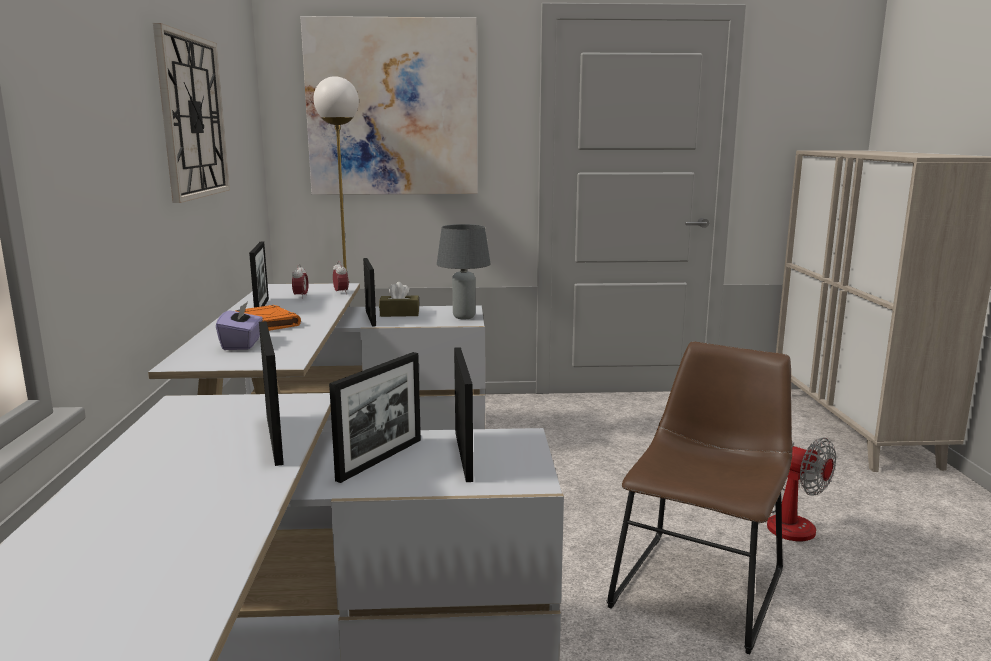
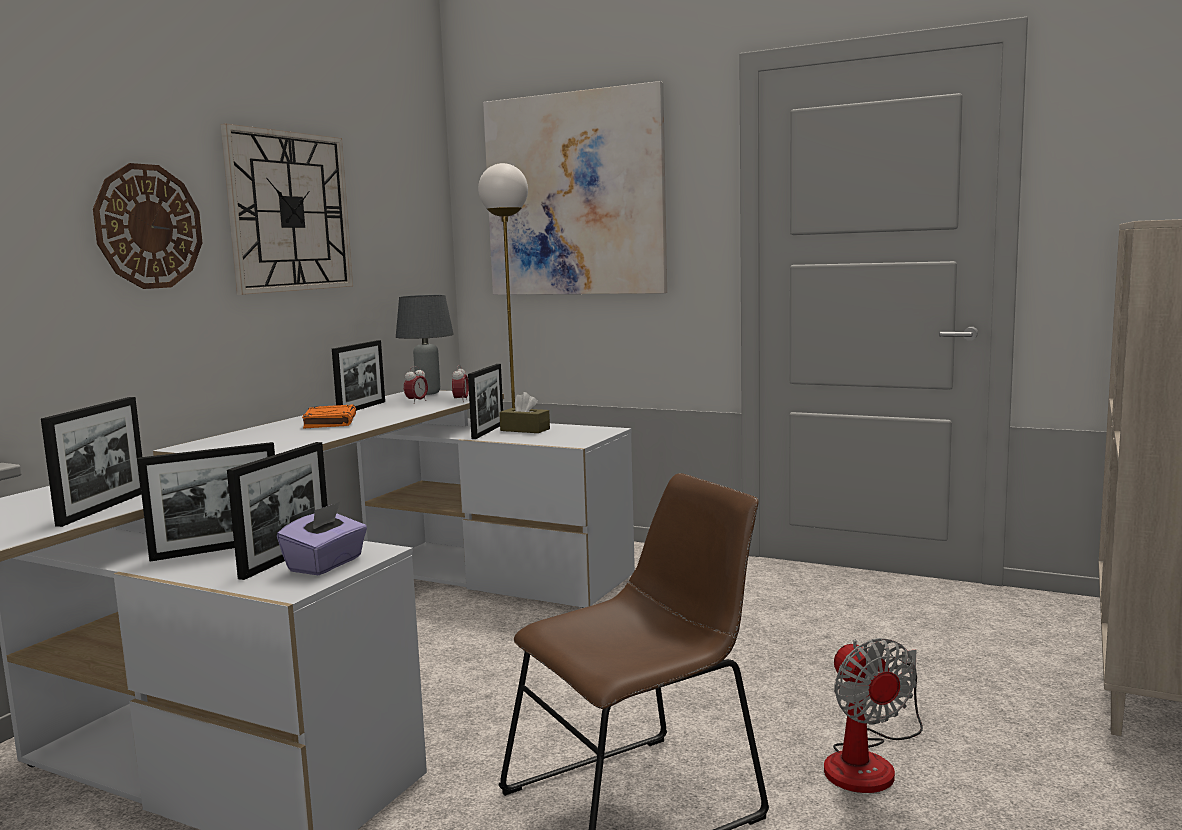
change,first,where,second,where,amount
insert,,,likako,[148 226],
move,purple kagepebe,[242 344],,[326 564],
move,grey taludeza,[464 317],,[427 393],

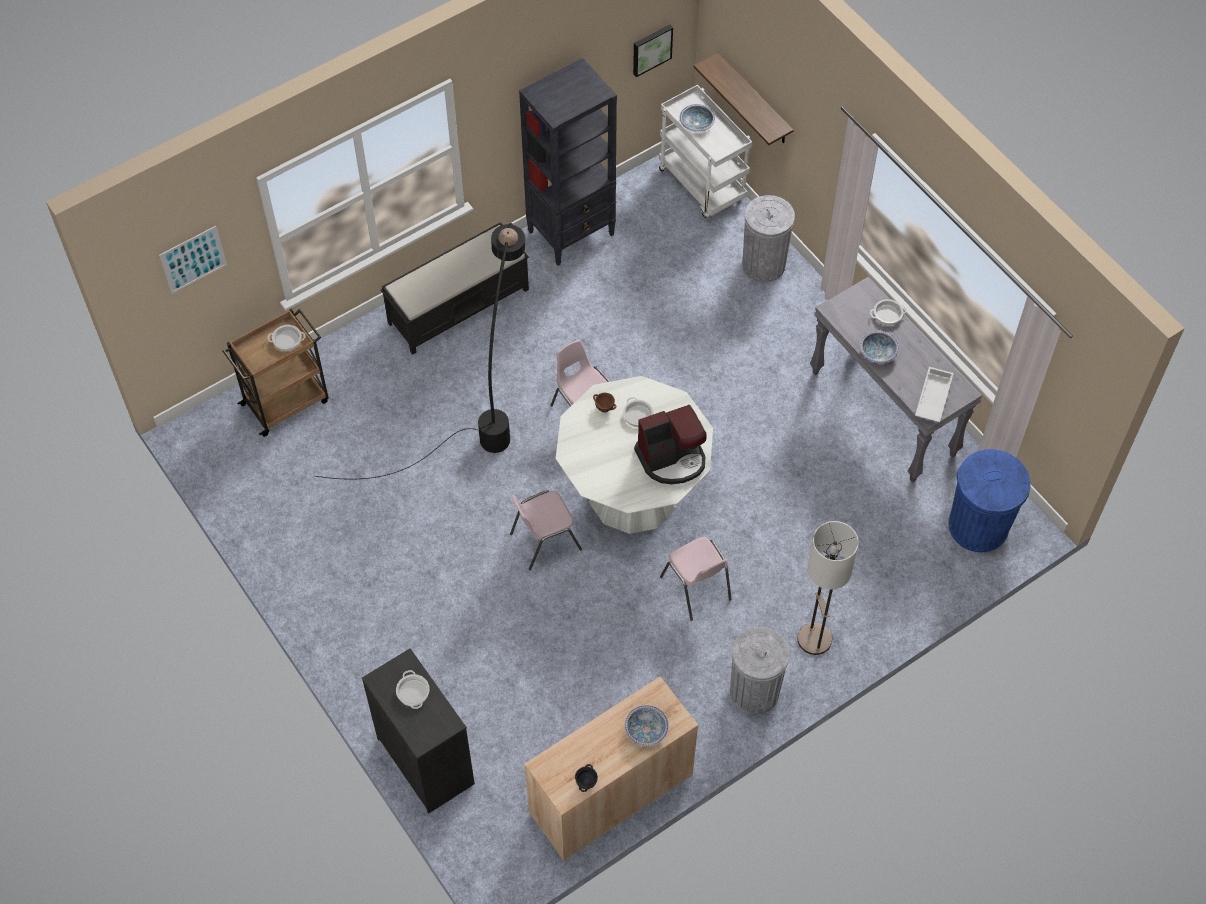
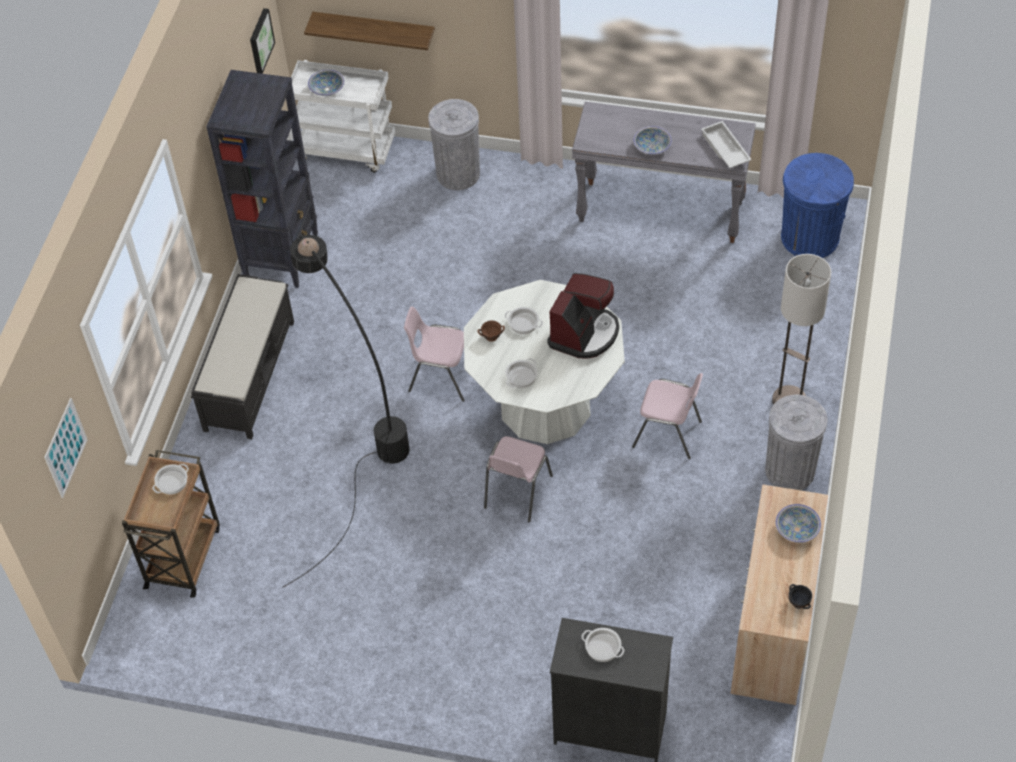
change,first,where,second,where,amount
move,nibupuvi,[887 314],,[521 376],

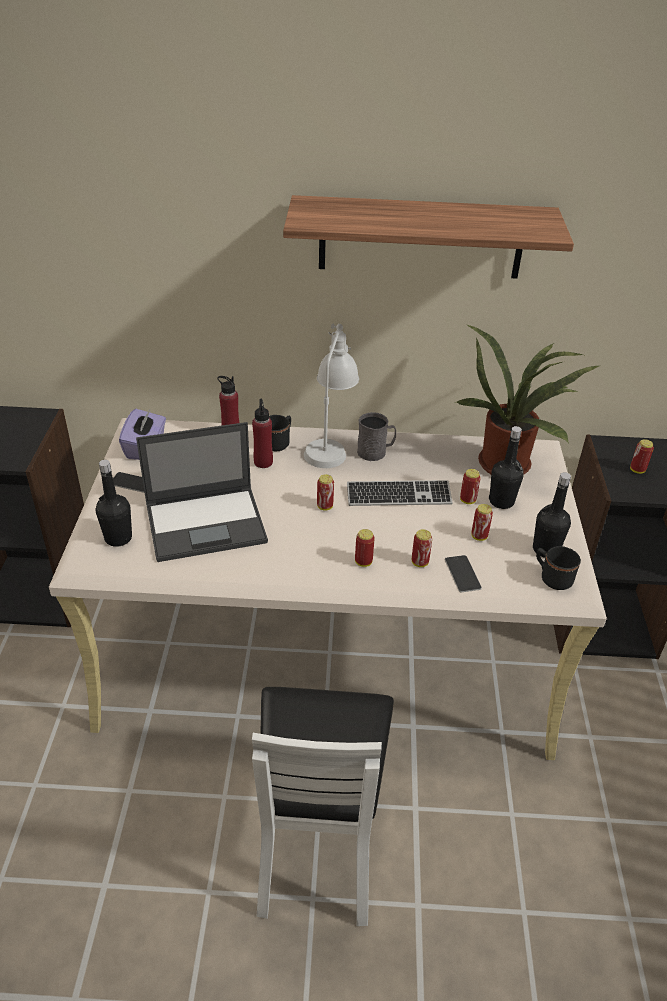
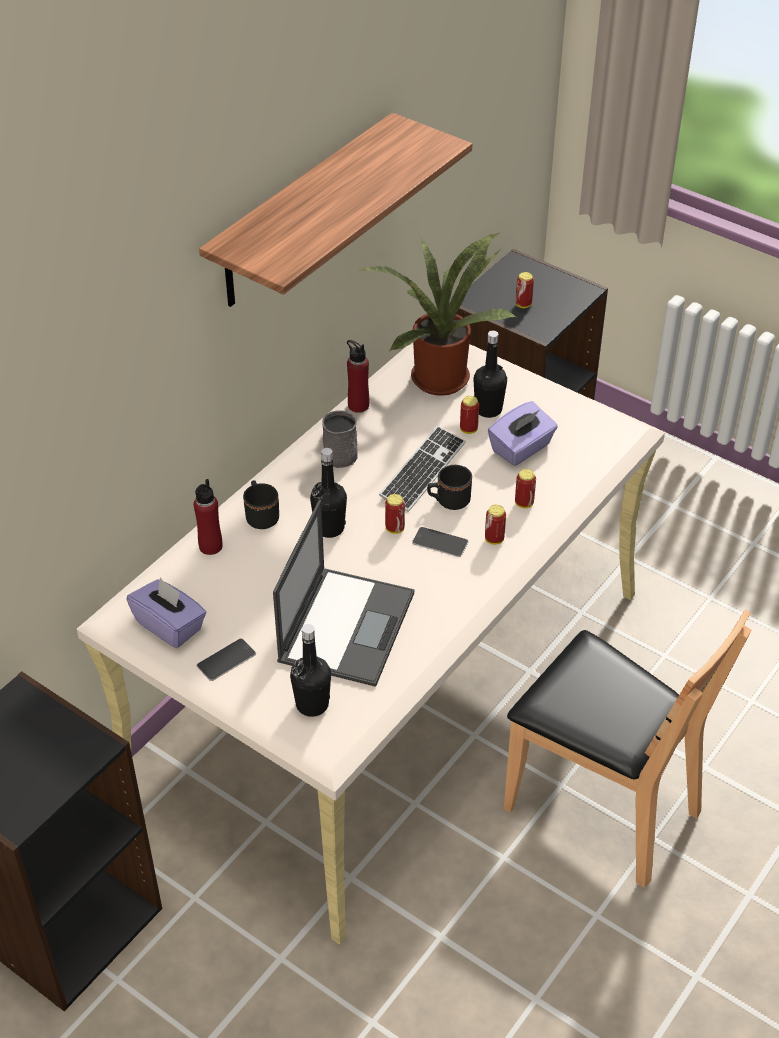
change,first,where,second,where,amount
delete,white taludeza,[329 444],,,
move,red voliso,[263 462],,[358 405],
move,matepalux,[462 574],,[440 542],
move,black voliso,[545 549],,[329 528],
move,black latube,[552 578],,[448 501],
replace,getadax,[479 536],purple kagepebe,[521 448],
recolor,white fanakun,[318 842],brown fanakun,[601 806],

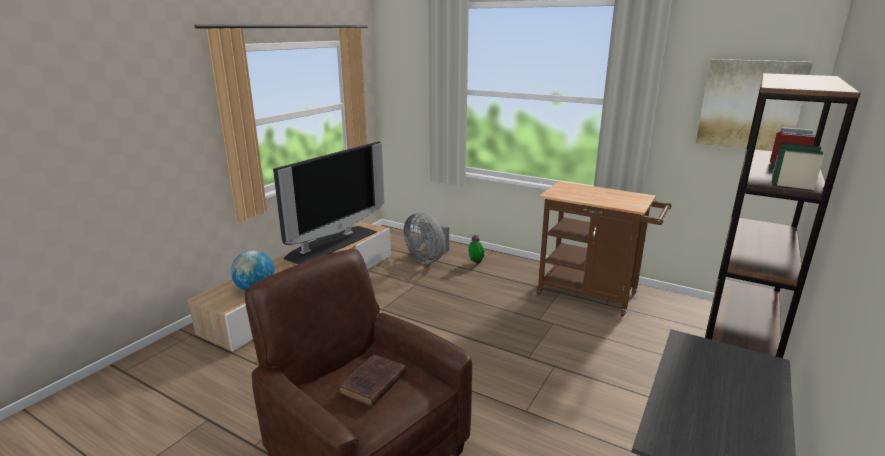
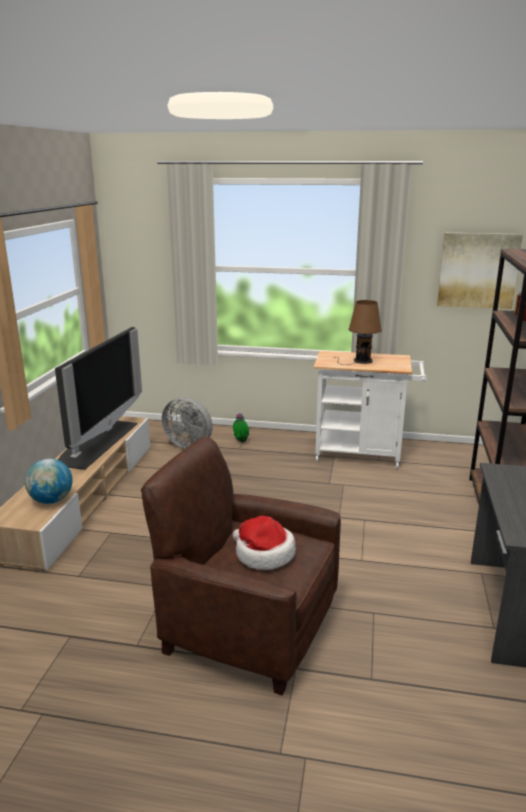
change,first,where,second,where,amount
insert,,,brown taludeza,[360 361],
replace,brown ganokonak,[372 384],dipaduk,[263 554],
recolor,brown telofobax,[593 295],white telofobax,[364 454],

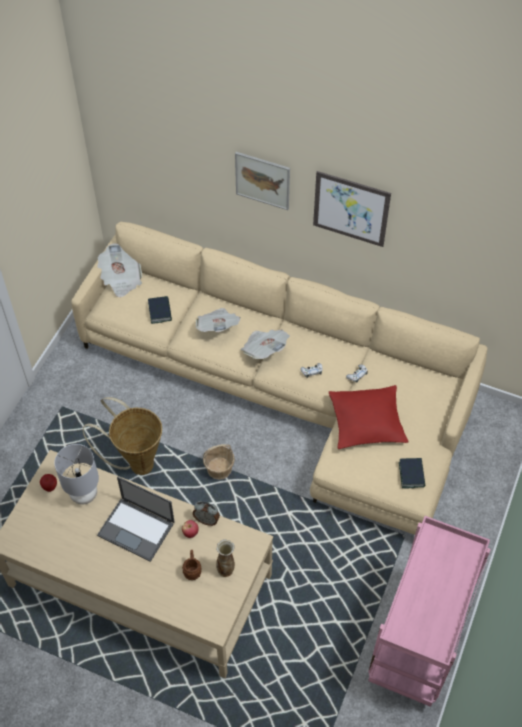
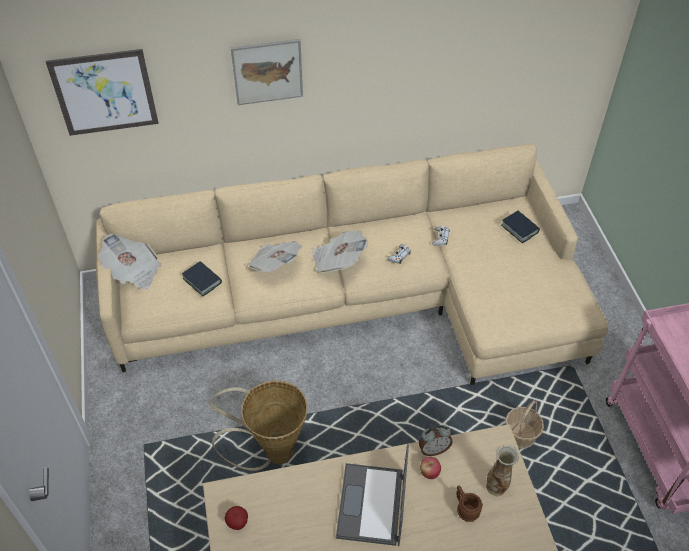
change,first,where,second,where,amount
delete,grey taludeza,[84 494],,,
delete,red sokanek,[366 422],,,
move,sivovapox,[219 468],,[521 435],
move,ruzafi,[351 209],,[104 92],
move,ganokonak,[411 474],,[519 229],
rotate,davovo,[137 529],,[372 505],105 degrees clockwise

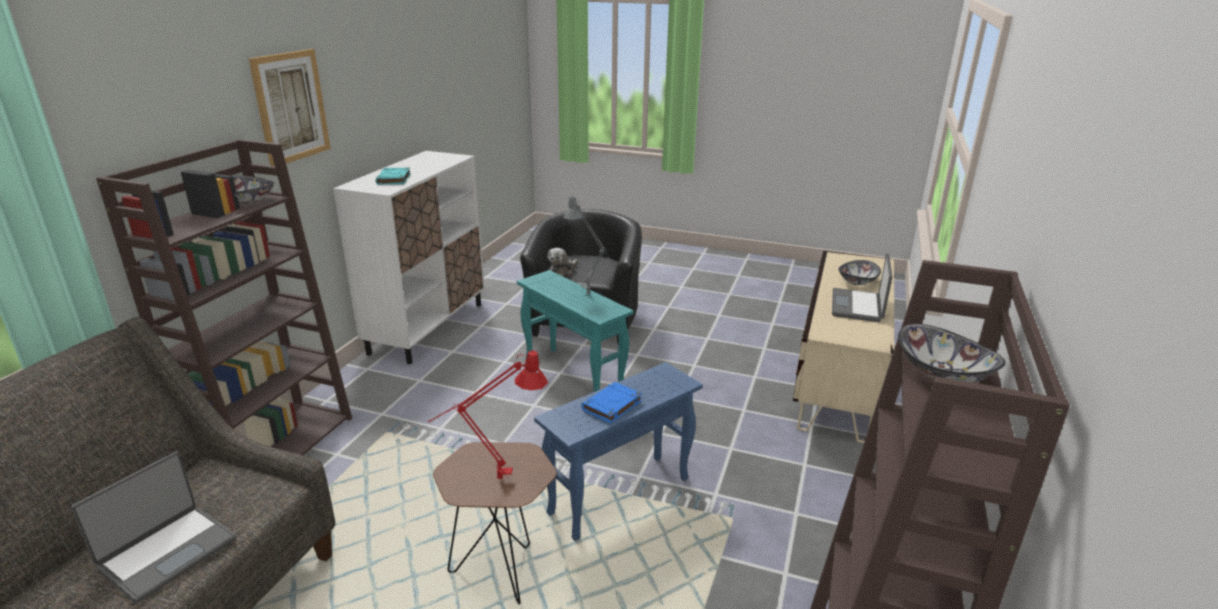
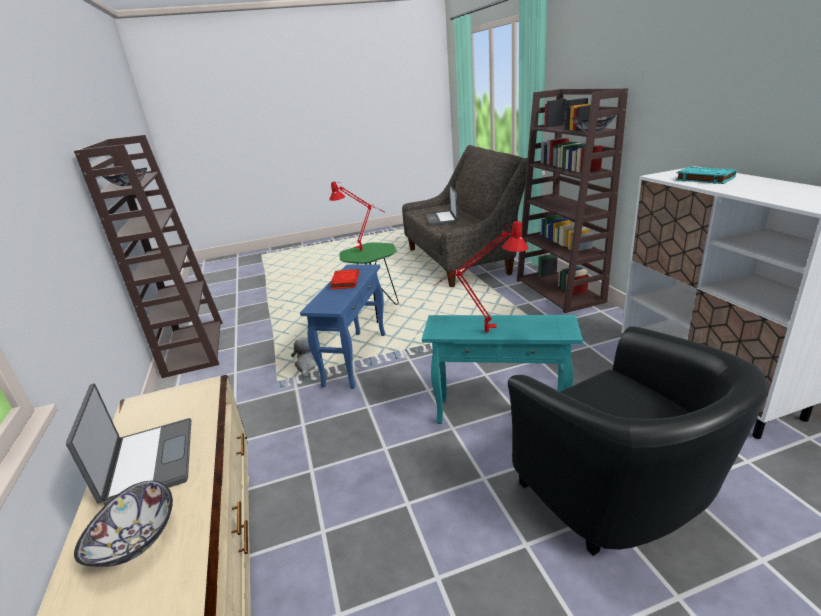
change,first,where,second,where,amount
delete,ruzafi,[291 107],,,
move,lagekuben,[563 272],,[307 366],
recolor,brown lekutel,[502 574],green lekutel,[376 313],
recolor,grey taludeza,[591 296],red taludeza,[480 333],
recolor,blue ganokonak,[611 406],red ganokonak,[345 281],

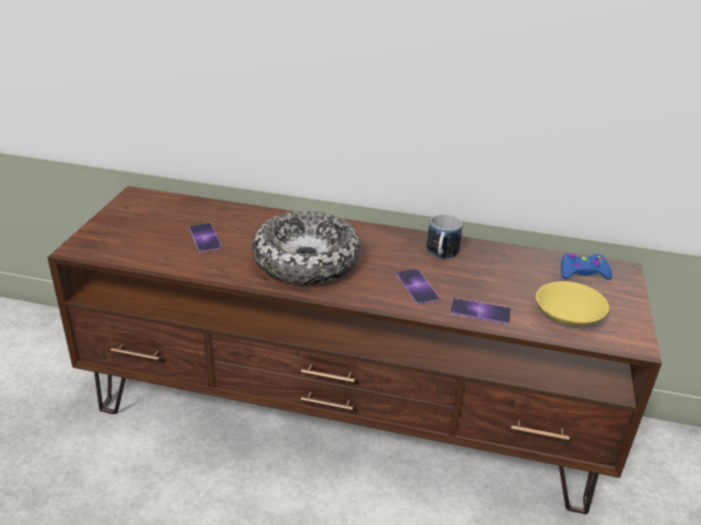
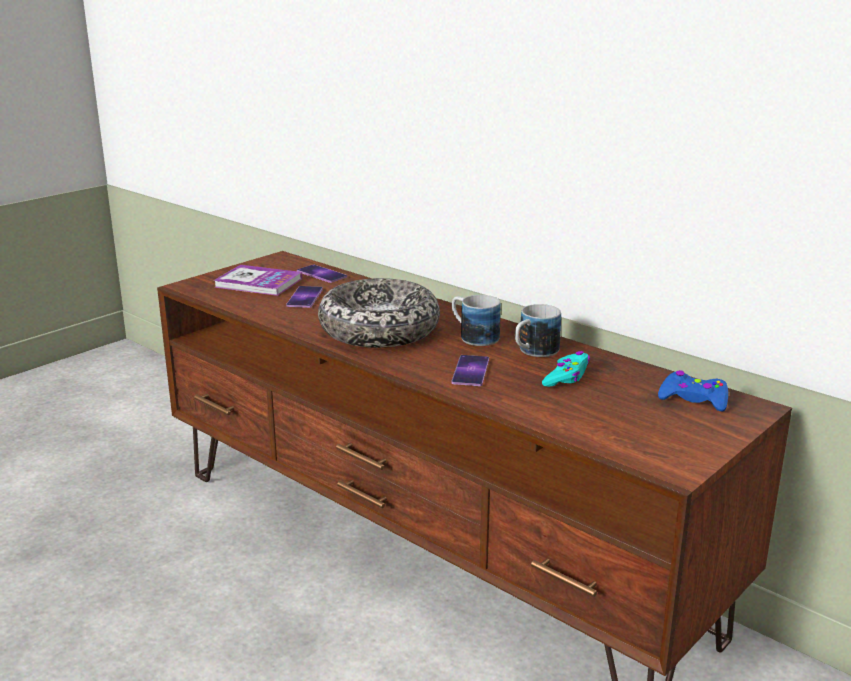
change,first,where,second,where,amount
delete,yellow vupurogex,[567 315],,,
insert,,,ganokonak,[258 283],
insert,,,latube,[473 336],
insert,,,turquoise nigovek,[566 377],
move,matepalux,[480 311],,[321 274],

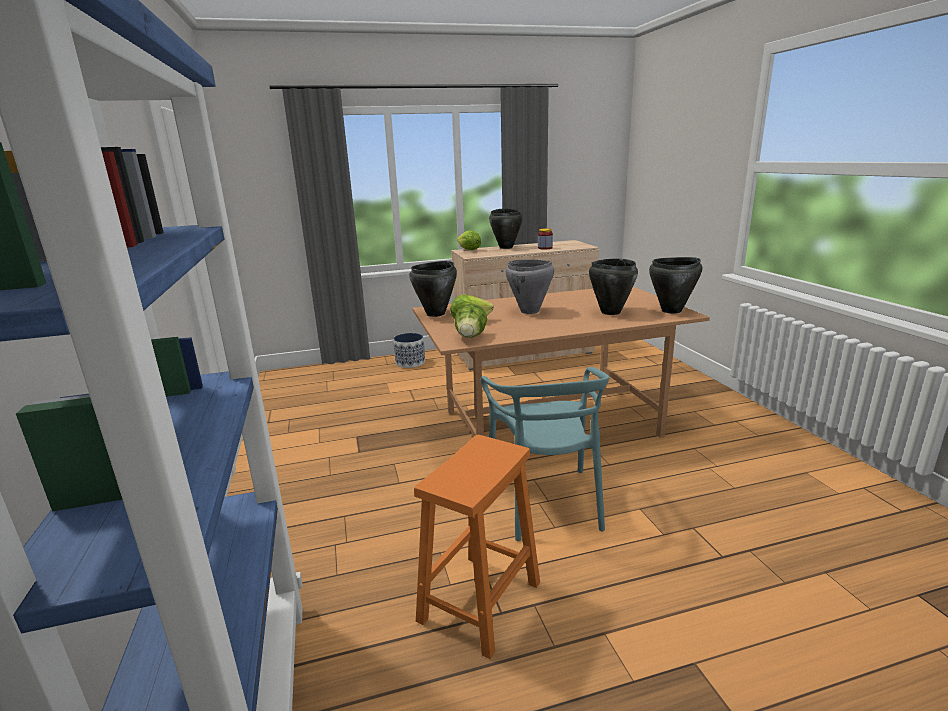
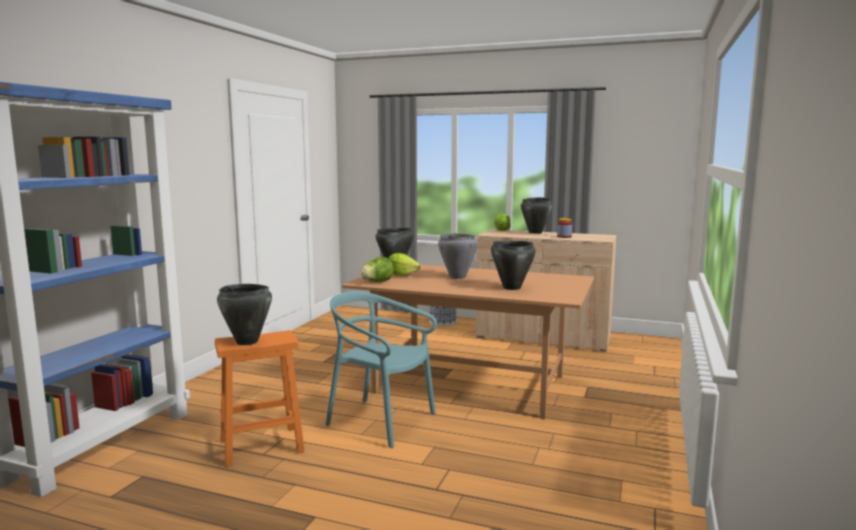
change,first,where,second,where,amount
move,black nibupuvi,[672 311],,[247 342],
rotate,turquoise fanakun,[546 502],,[381 421],90 degrees clockwise

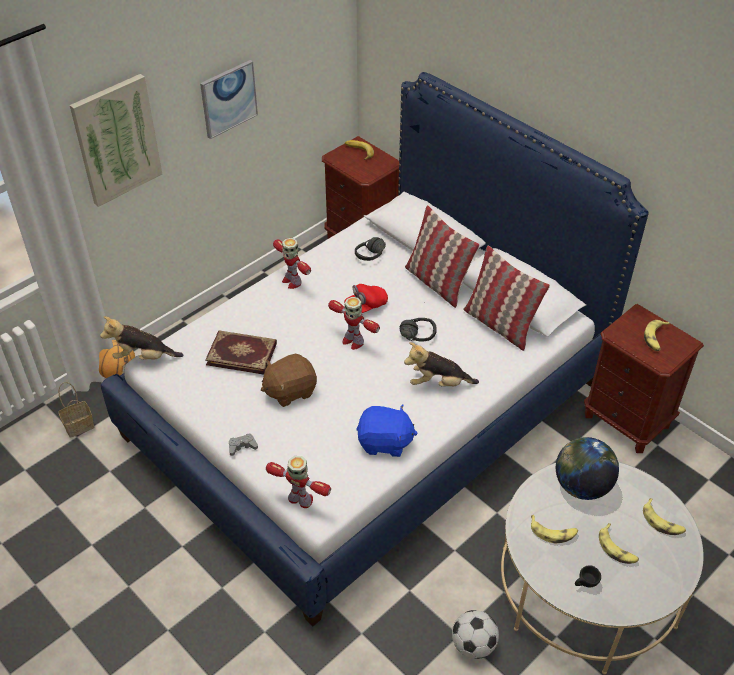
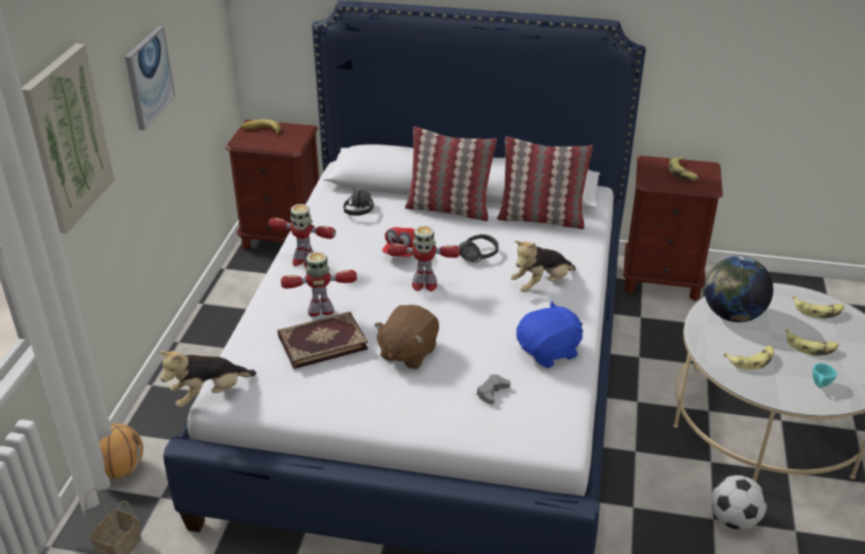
change,first,where,second,where,amount
move,grey nigovek,[242 446],,[492 392],
move,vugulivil,[301 500],,[321 311],
recolor,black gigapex,[585 584],turquoise gigapex,[820 386],

